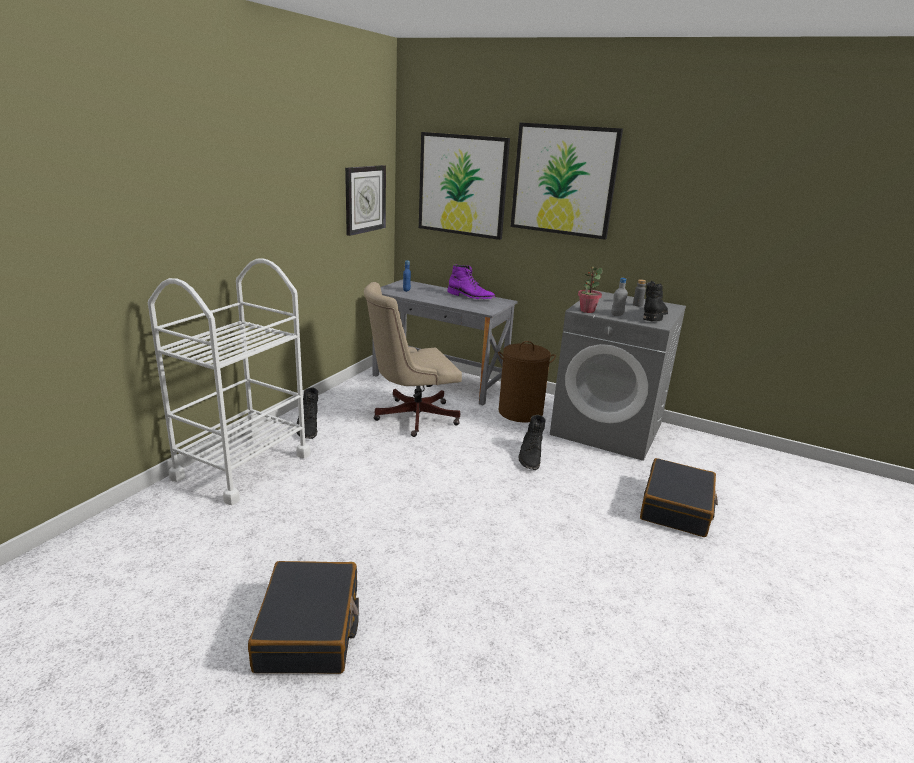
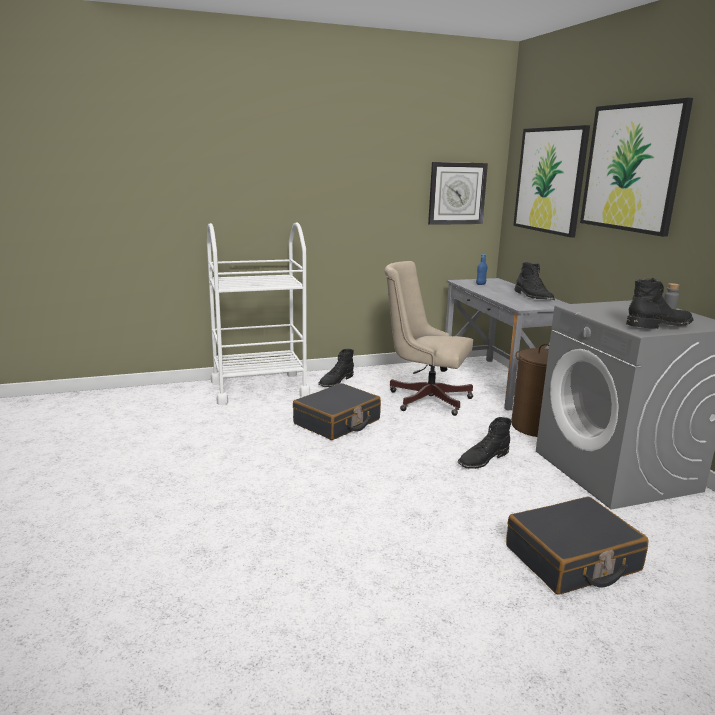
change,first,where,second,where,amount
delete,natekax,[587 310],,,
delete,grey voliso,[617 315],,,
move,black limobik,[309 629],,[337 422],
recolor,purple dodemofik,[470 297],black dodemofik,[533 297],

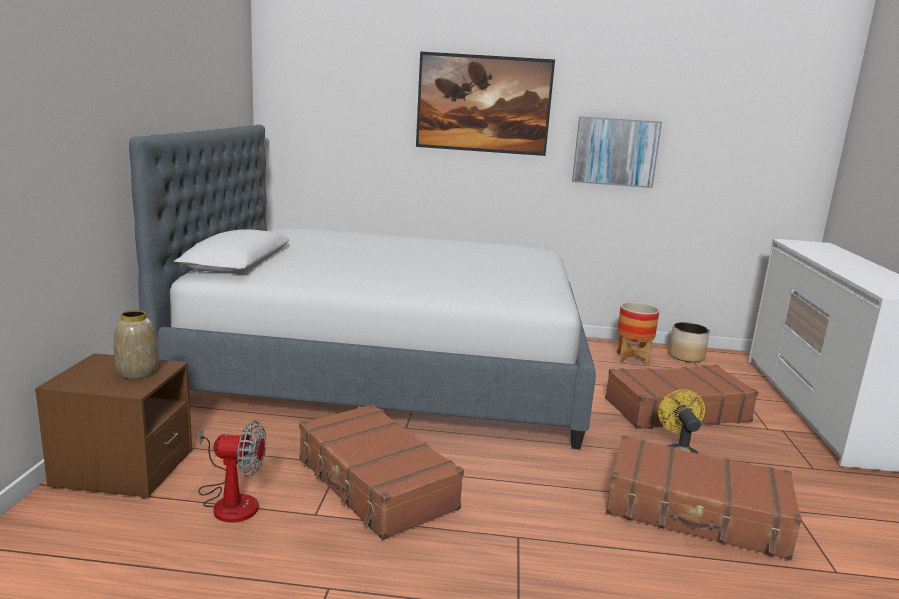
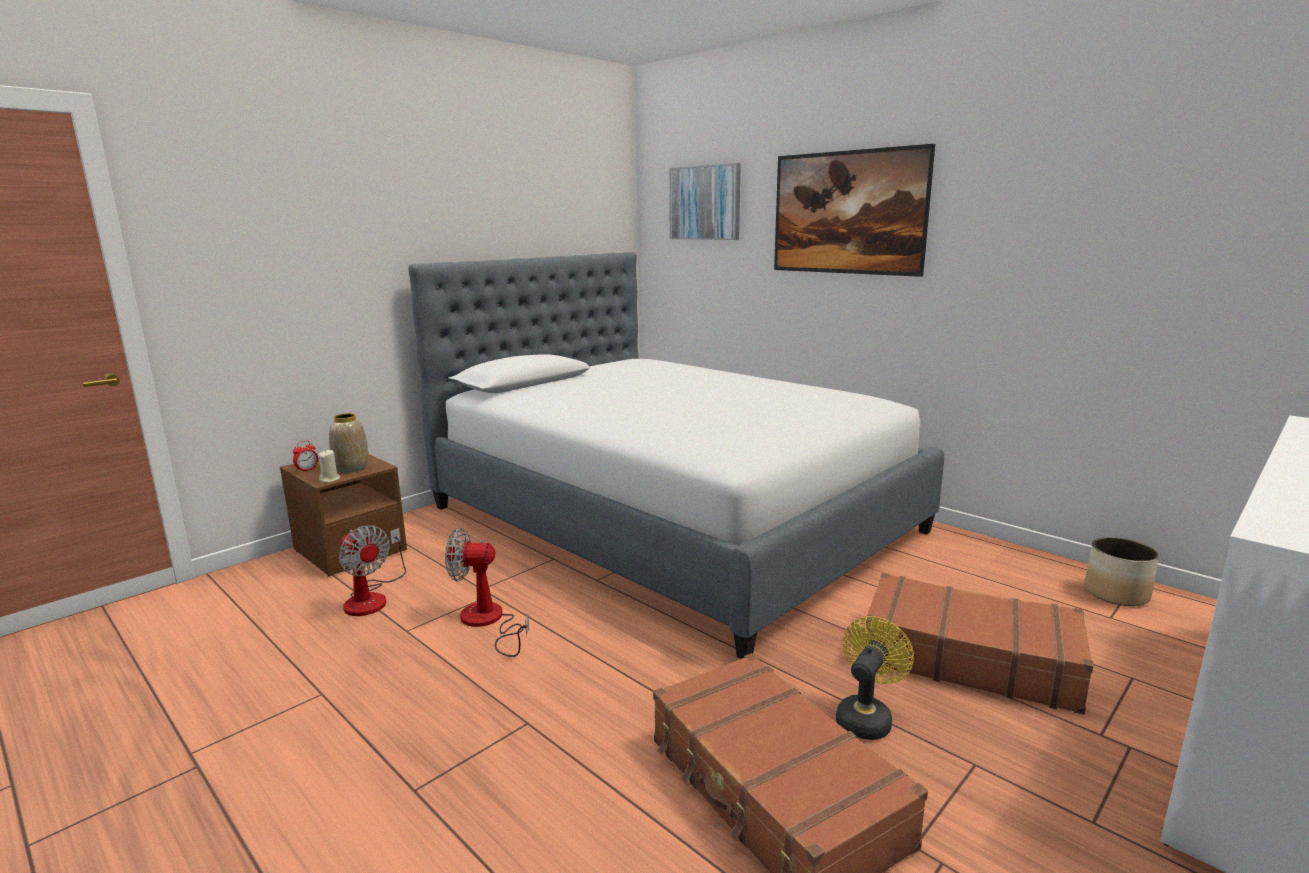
change,first,where,second,where,amount
delete,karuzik,[632 358],,,
insert,,,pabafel,[307 470],
insert,,,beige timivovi,[330 479],
move,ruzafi,[615 152],,[705 203],
replace,brown limobik,[375 484],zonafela,[488 622],

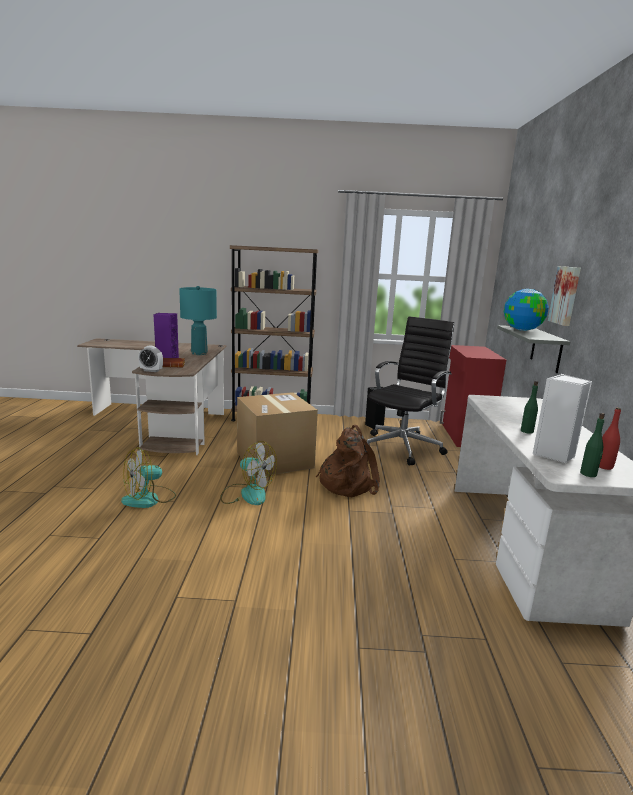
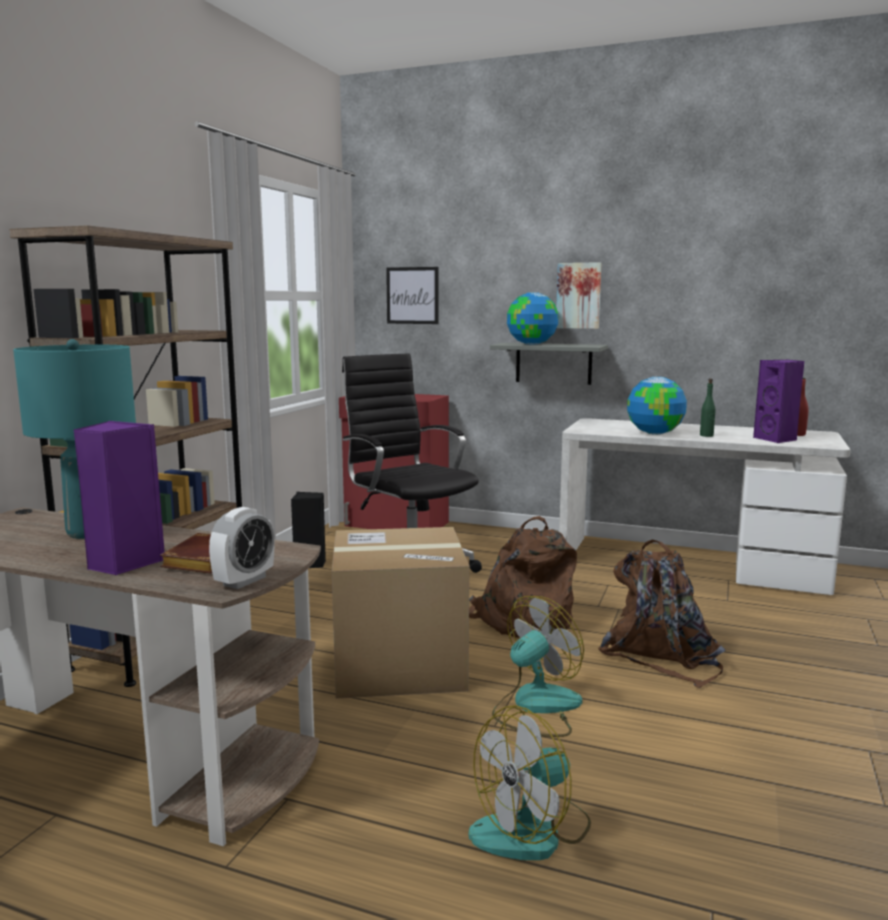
change,first,where,second,where,amount
delete,green voliso,[588 474],,,
insert,,,ruzafi,[412 295],
insert,,,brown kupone,[661 655],
insert,,,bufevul,[654 433],
recolor,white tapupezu,[554 455],purple tapupezu,[776 439],
rotate,zonafela,[149 499],,[532 830],75 degrees clockwise

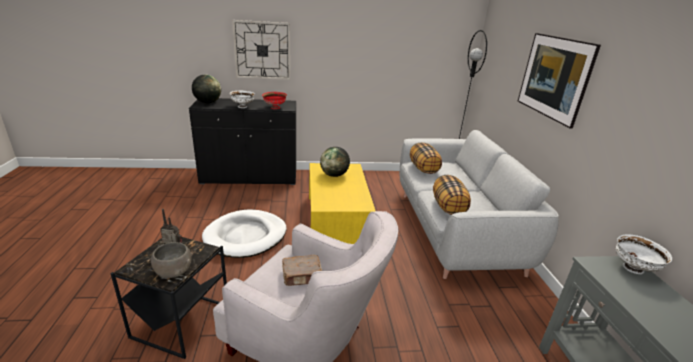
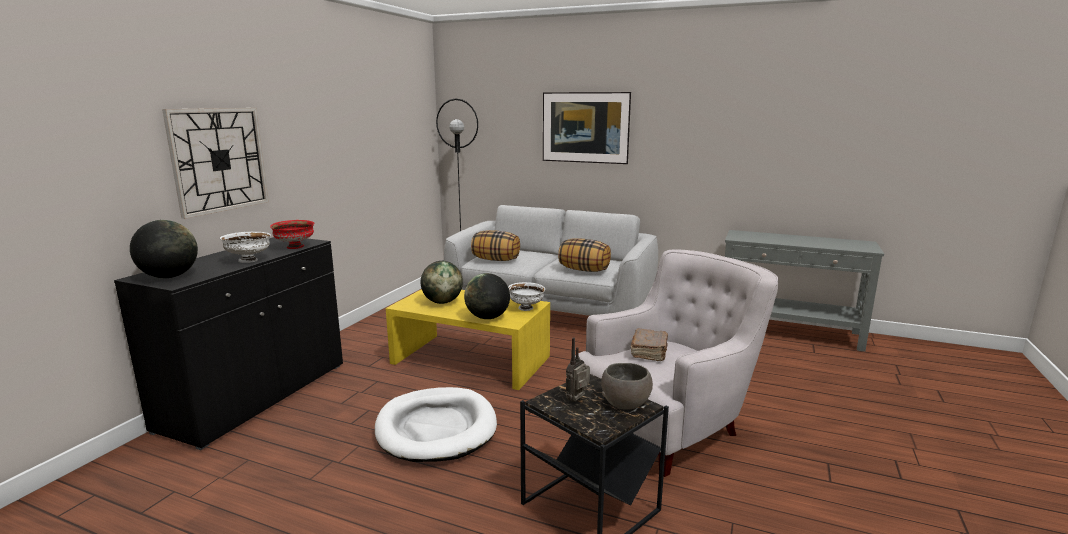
change,first,where,second,where,amount
insert,,,bufevul,[487 317],
move,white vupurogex,[633 269],,[526 308],

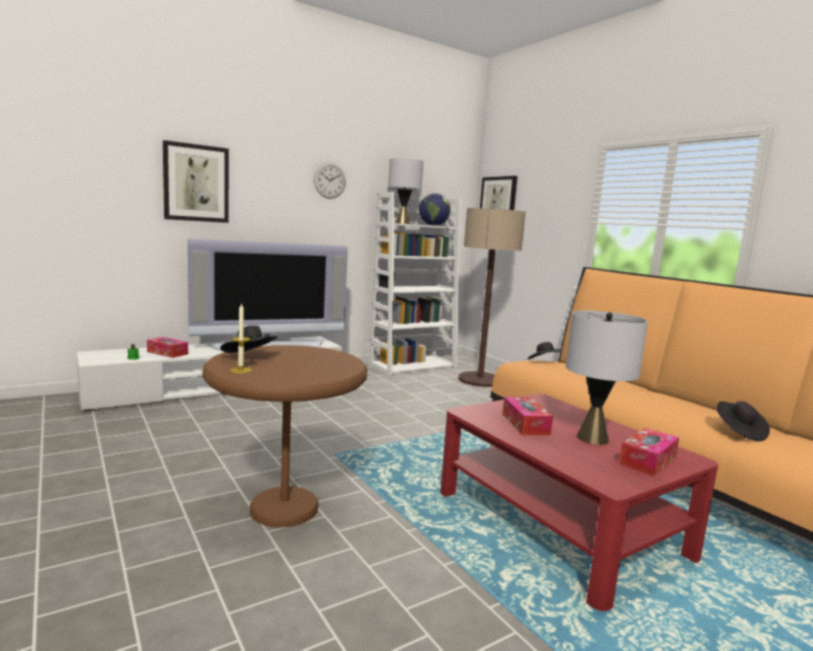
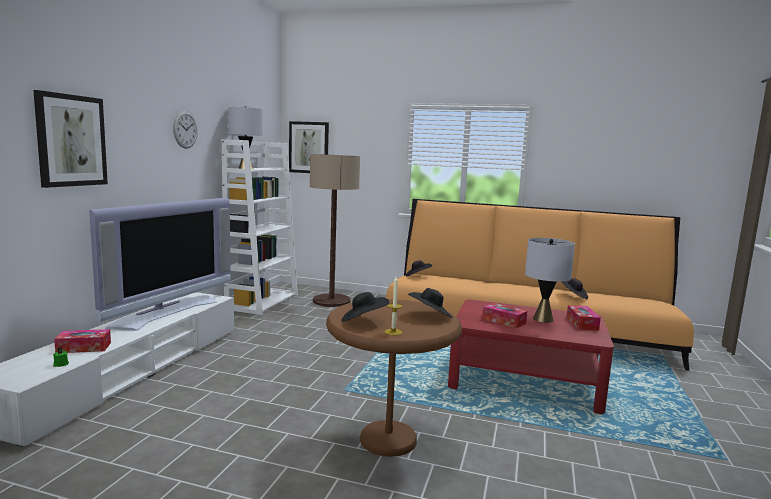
change,first,where,second,where,amount
delete,bufevul,[433 225],,,
insert,,,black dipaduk,[430 316],

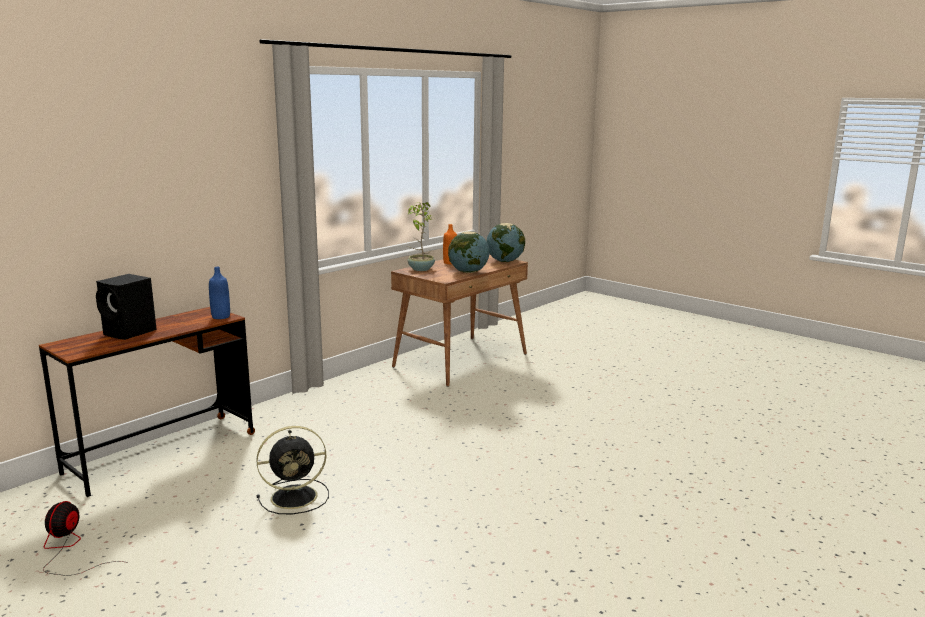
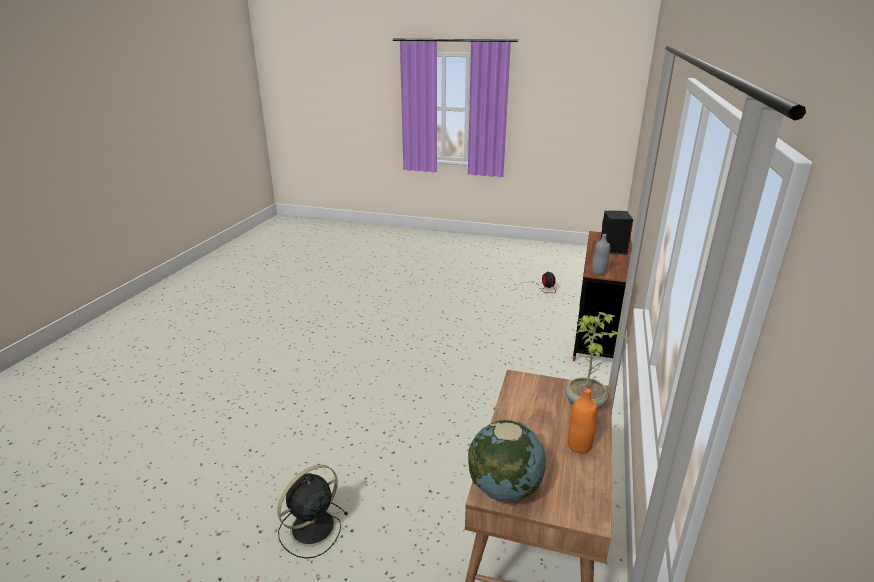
change,first,where,second,where,amount
delete,bufevul,[468 272],,,
move,black zonafela,[296 496],,[311 528],
recolor,blue voliso,[221 317],grey voliso,[599 272],

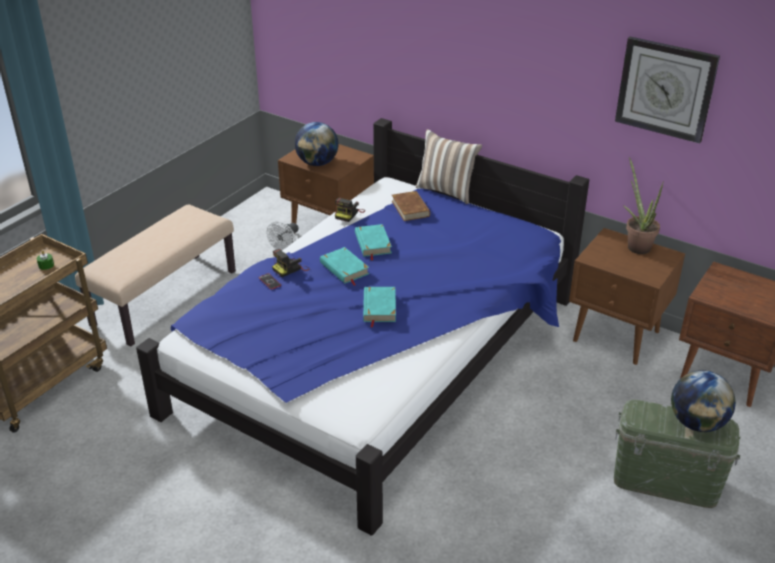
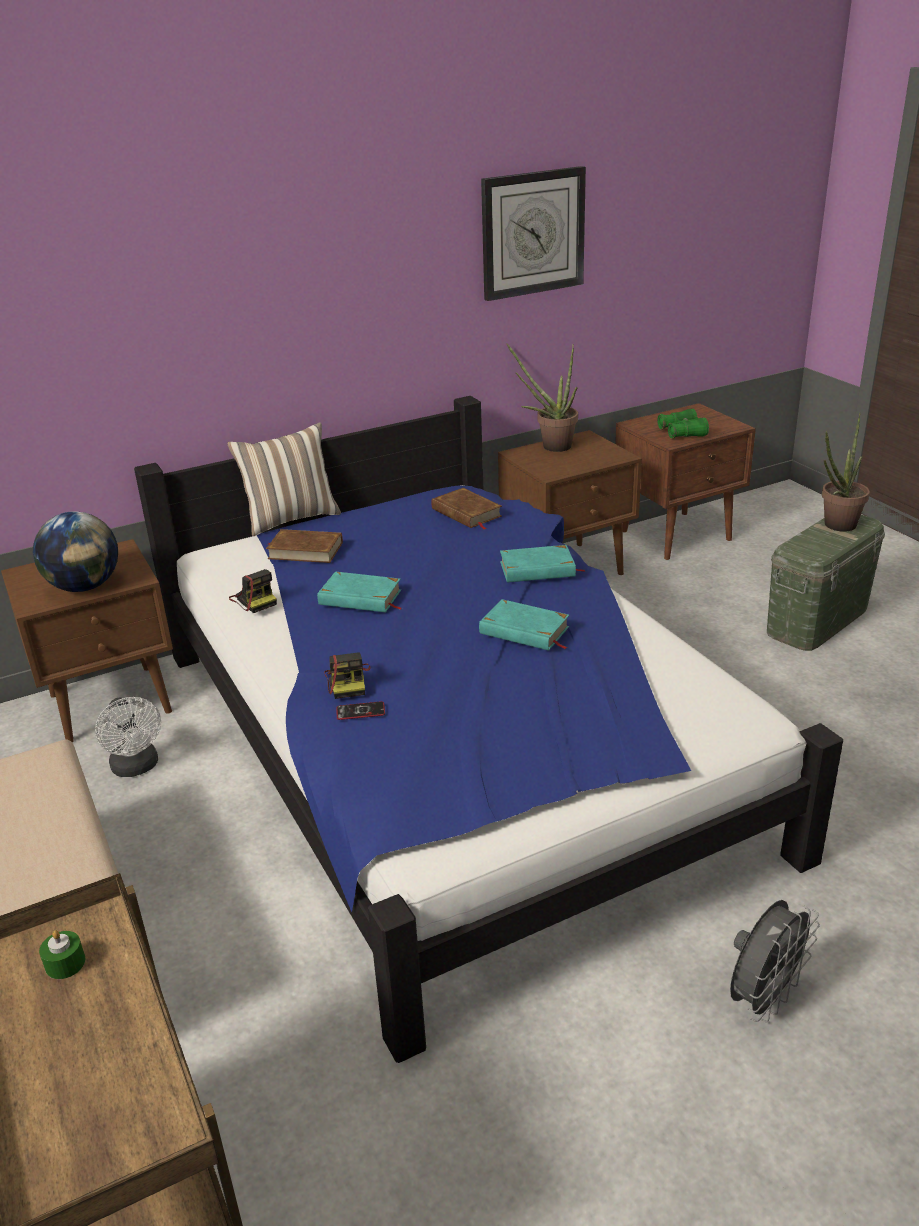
change,first,where,second,where,amount
insert,,,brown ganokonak,[466 513],
insert,,,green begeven,[682 432],
insert,,,grey zonafela,[763 998],
move,turquoise ganokonak,[344 268],,[537 569],
replace,bufevul,[697 423],natekax,[836 527],

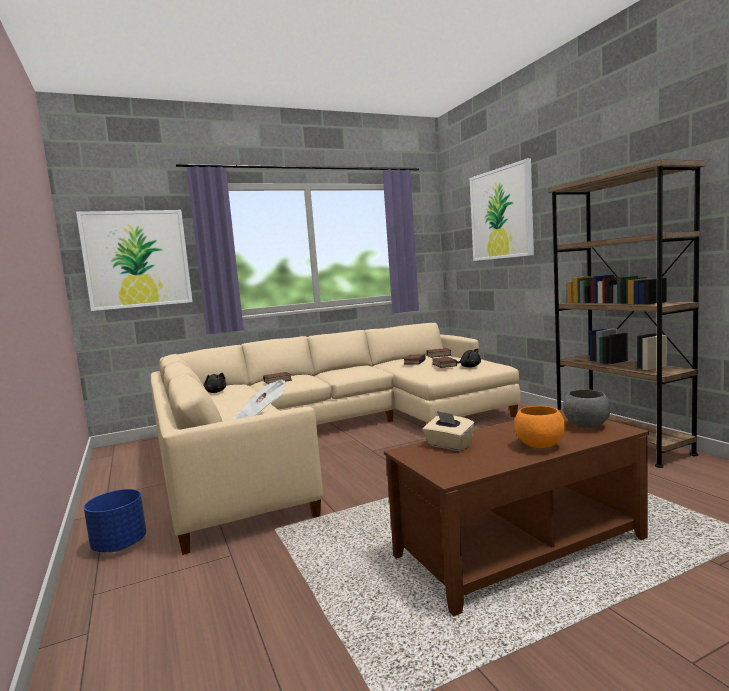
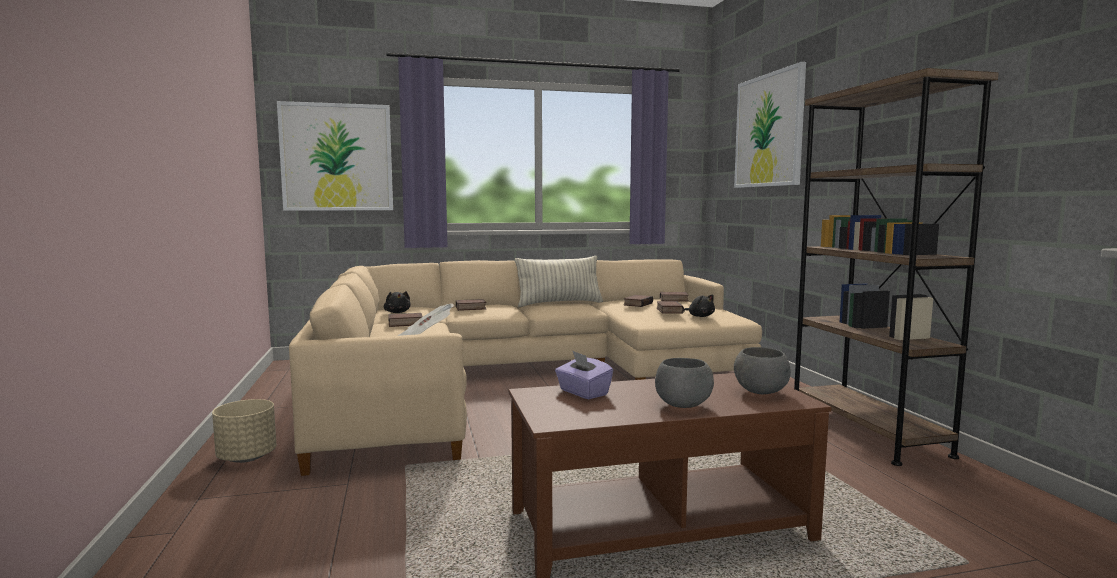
change,first,where,second,where,amount
insert,,,ganokonak,[405 324],
insert,,,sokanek,[559 303],
recolor,blue karuzik,[119 545],beige karuzik,[247 457],
recolor,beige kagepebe,[449 445],purple kagepebe,[583 392],
recolor,orange vupurogex,[540 446],grey vupurogex,[684 406],

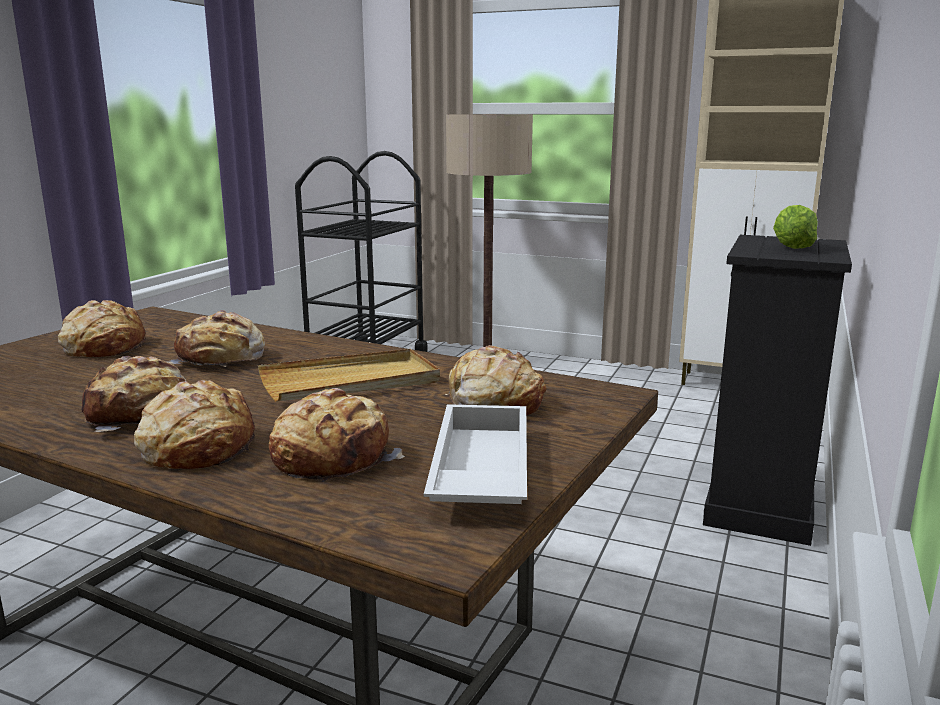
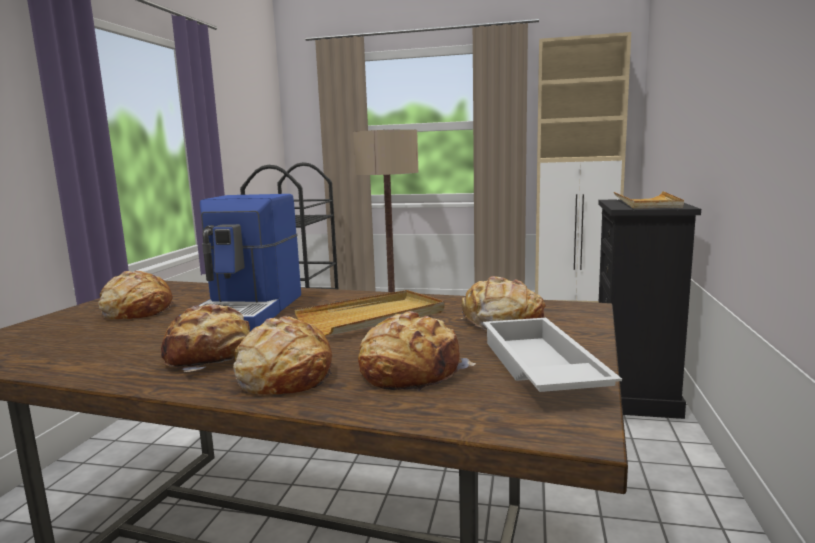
change,first,where,second,where,amount
replace,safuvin,[221 359],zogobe,[249 311],
replace,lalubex,[792 248],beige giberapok,[647 203],

